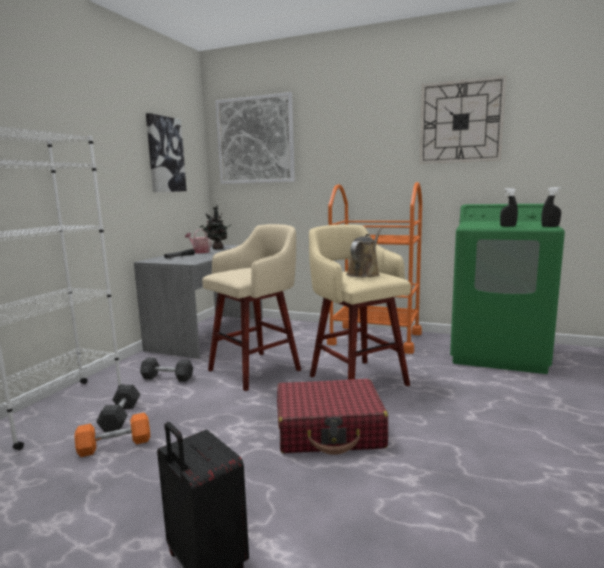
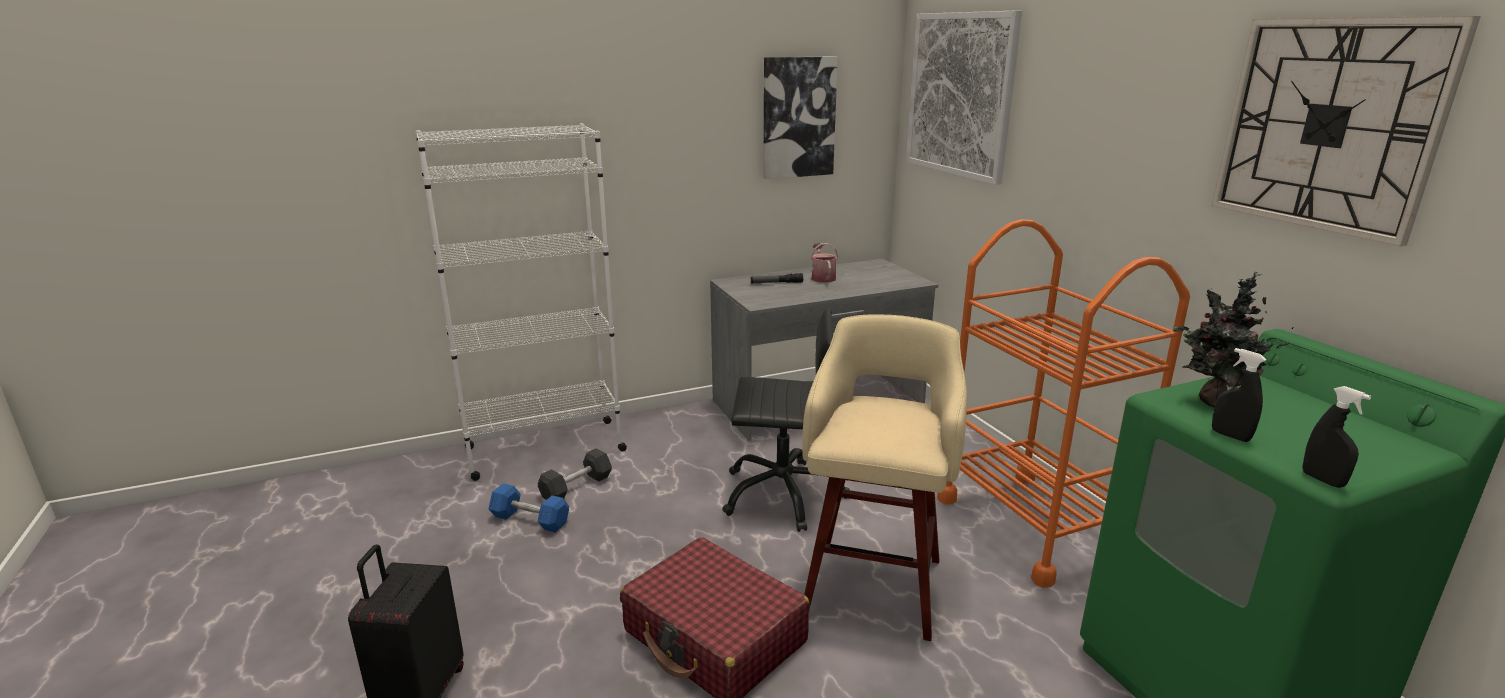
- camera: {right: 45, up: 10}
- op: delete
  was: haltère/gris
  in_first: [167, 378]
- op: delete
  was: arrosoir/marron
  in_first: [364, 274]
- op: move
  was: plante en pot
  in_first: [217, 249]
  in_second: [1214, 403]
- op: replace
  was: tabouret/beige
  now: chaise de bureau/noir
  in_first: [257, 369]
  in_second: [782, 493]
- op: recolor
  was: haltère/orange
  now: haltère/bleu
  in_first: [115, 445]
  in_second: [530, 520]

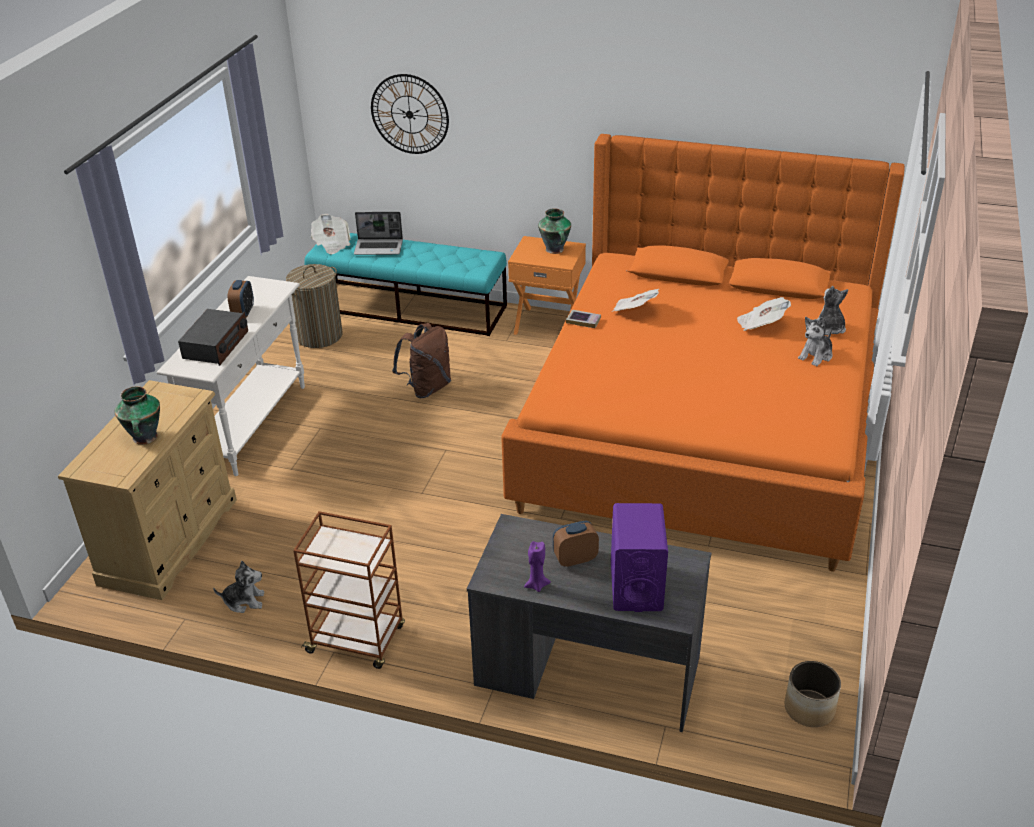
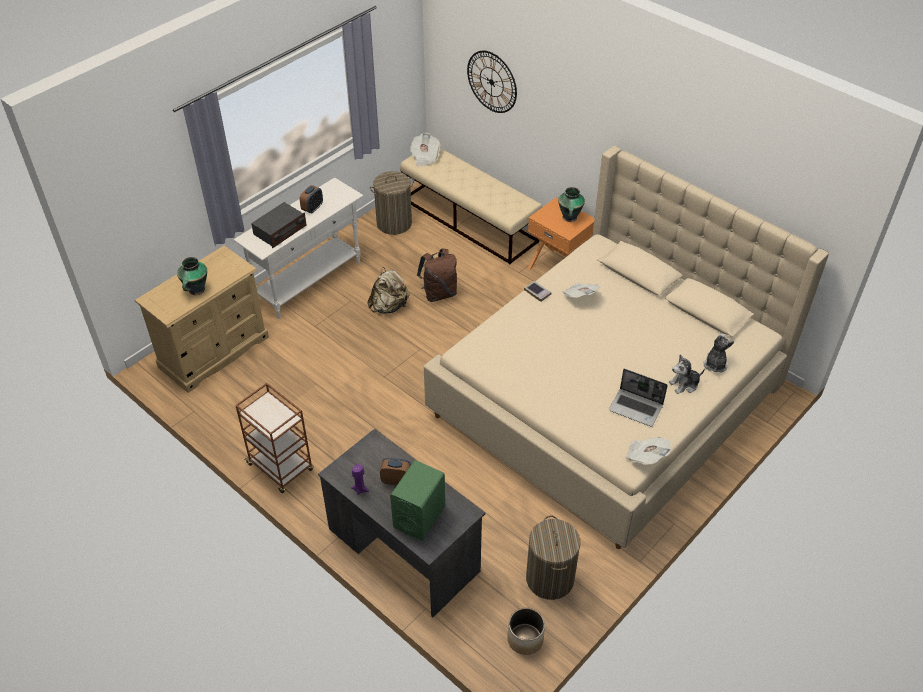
- camera: {right: 25, up: 10}
- op: delete
  was: peluche
  in_first: [244, 601]
- op: insert
  now: sac à dos/beige
  in_second: [389, 306]
- op: insert
  now: panier à linge
  in_second: [550, 579]
- op: move
  was: ordinateur portable
  in_first: [379, 248]
  in_second: [636, 408]
- op: move
  was: journal
  in_first: [761, 325]
  in_second: [646, 456]
- op: recolor
  was: banc/turquoise
  now: banc/beige
  in_first: [410, 308]
  in_second: [469, 220]
- op: recolor
  was: lit/orange
  now: lit/beige
  in_first: [703, 429]
  in_second: [609, 399]
- op: recolor
  was: enceinte/violet
  now: enceinte/vert
  in_first: [636, 586]
  in_second: [419, 516]

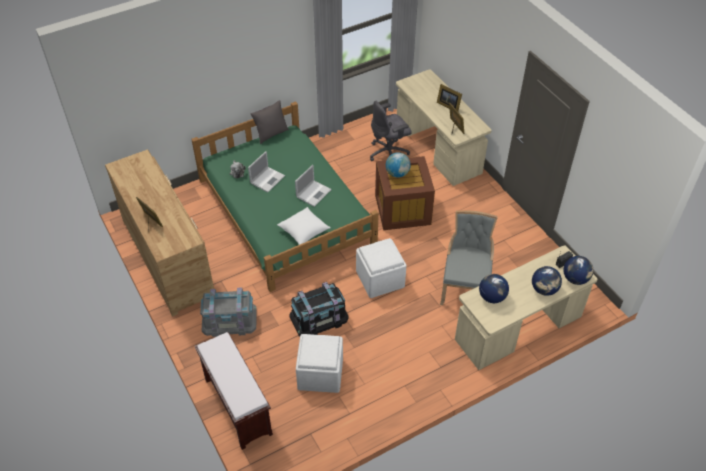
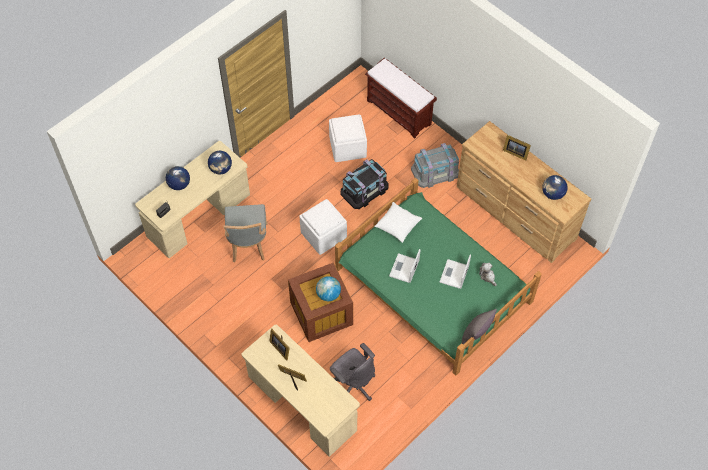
- camera: {right: 165, up: 10}
- op: move
  was: globe
  in_first: [575, 279]
  in_second: [552, 194]
- op: rotate
  was: chaise de bureau/gris
  in_first: [389, 153]
  in_second: [353, 384]
  clockwise: 90

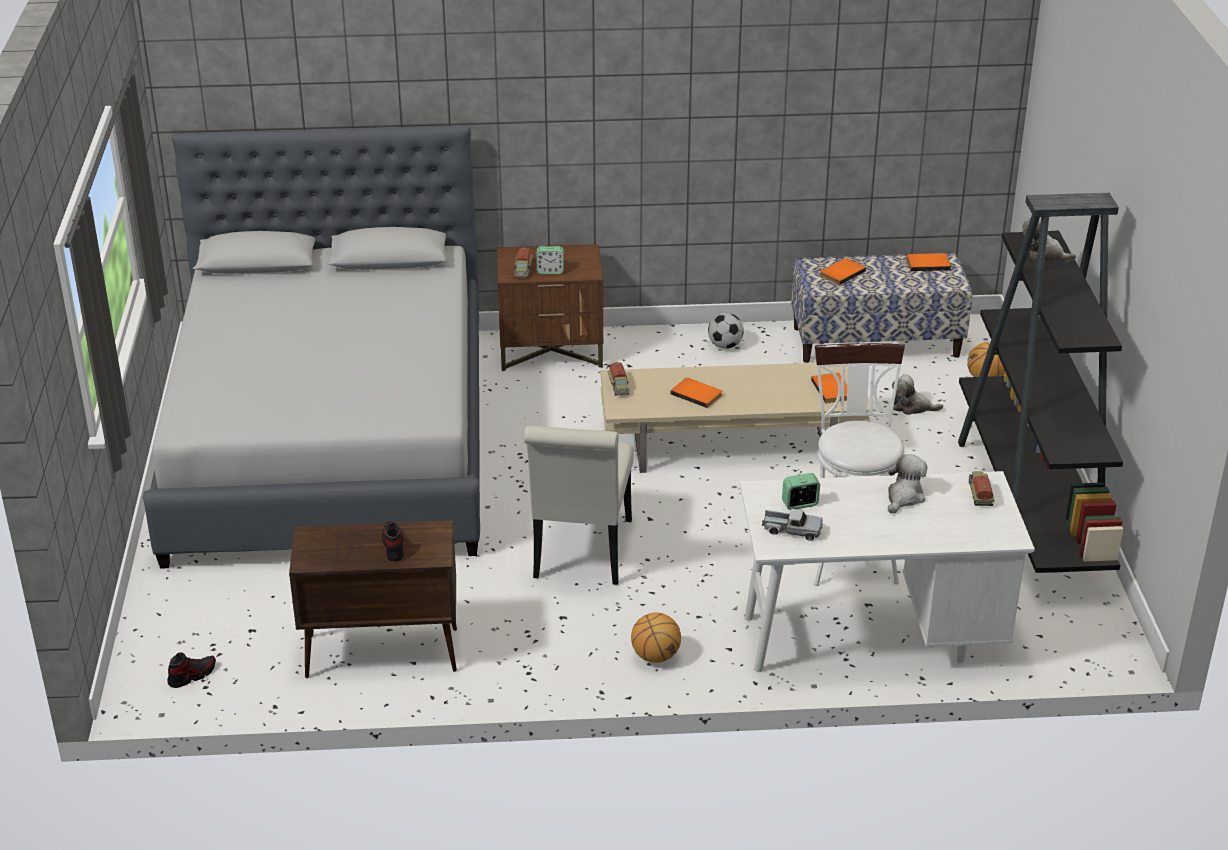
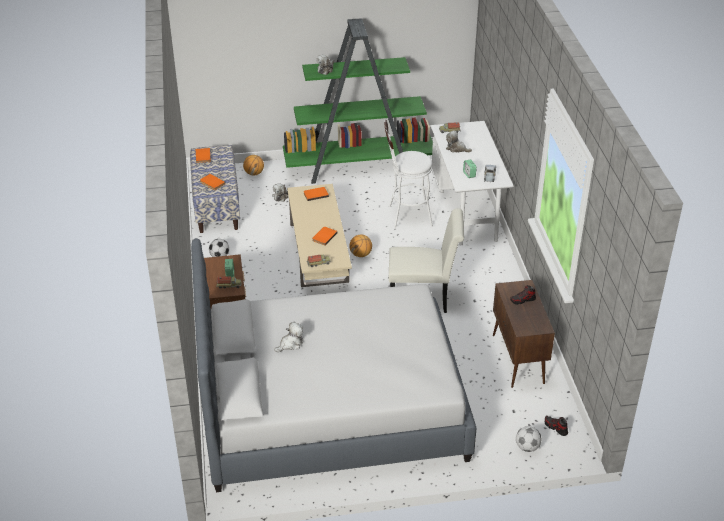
- camera: {right: -95, up: 5}
- op: insert
  now: peluche
  in_second: [290, 344]
- op: insert
  now: ballon de foot
  in_second: [527, 447]
- op: move
  was: ballon de basket
  in_first: [655, 656]
  in_second: [360, 254]
- op: recolor
  was: bibliothèque/noir
  now: bibliothèque/vert
  in_first: [1029, 504]
  in_second: [359, 167]

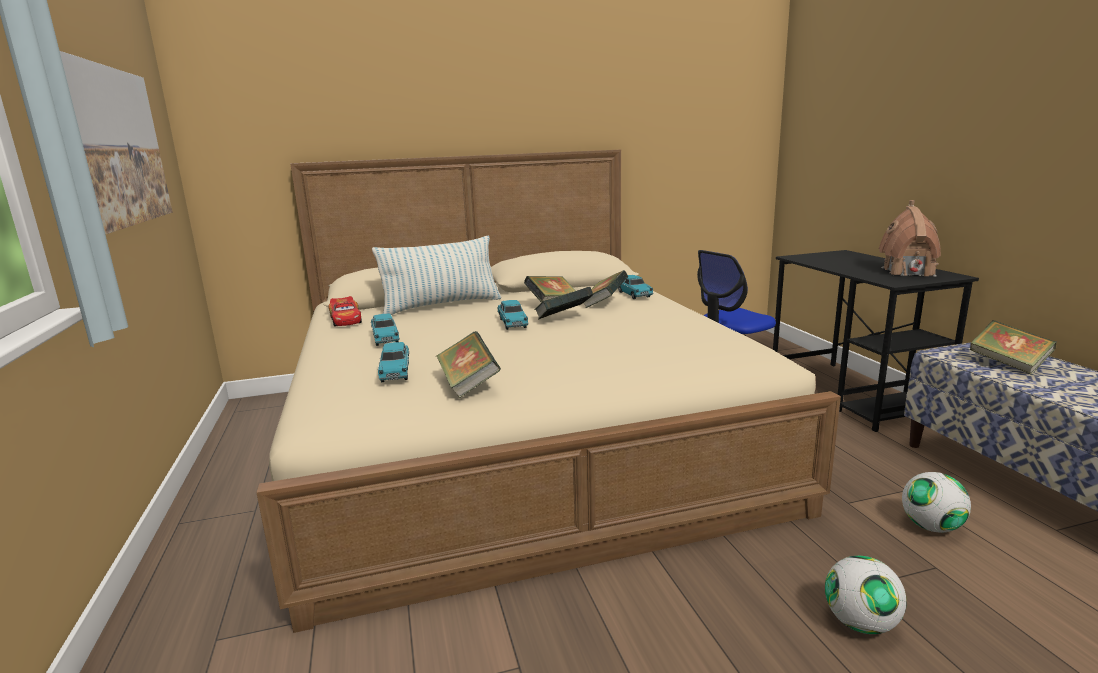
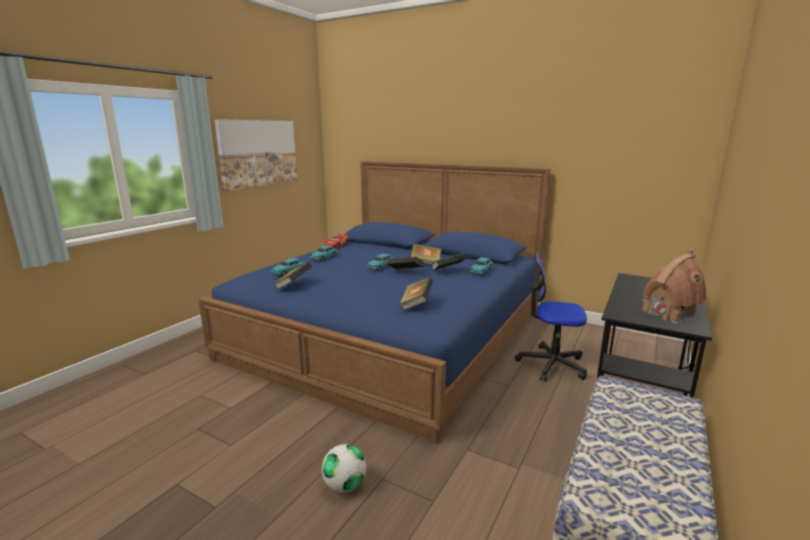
- camera: {right: 45, up: 0}
- op: delete
  was: coussin
  in_first: [442, 305]
- op: delete
  was: ballon de foot
  in_first: [931, 527]
- op: move
  was: livre
  in_first: [1008, 364]
  in_second: [416, 305]
- op: recolor
  was: lit/beige
  now: lit/bleu
  in_first: [517, 436]
  in_second: [390, 334]

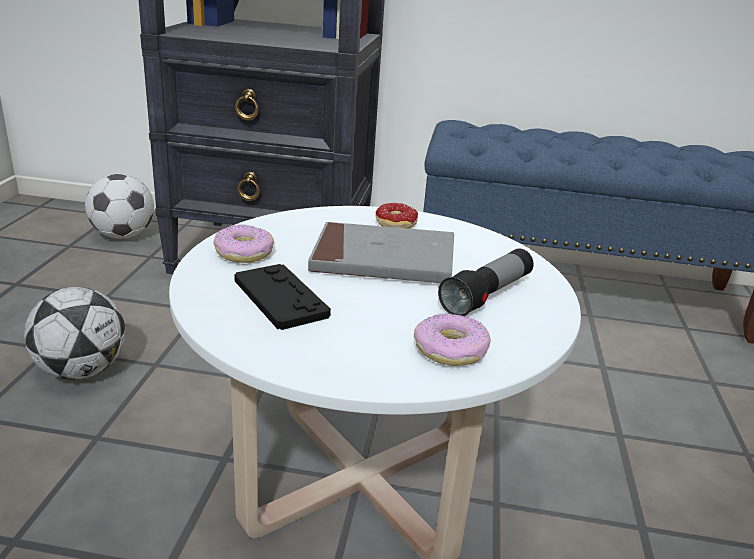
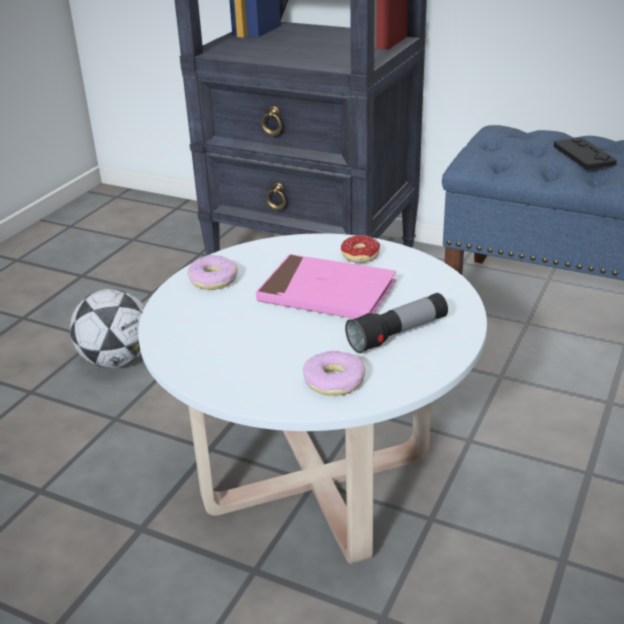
- camera: {right: 20, up: 5}
- op: delete
  was: ballon de foot
  in_first: [123, 235]
- op: move
  was: manette/noir
  in_first: [280, 298]
  in_second: [583, 155]
- op: recolor
  was: livre/gris
  now: livre/rose
  in_first: [383, 260]
  in_second: [327, 293]

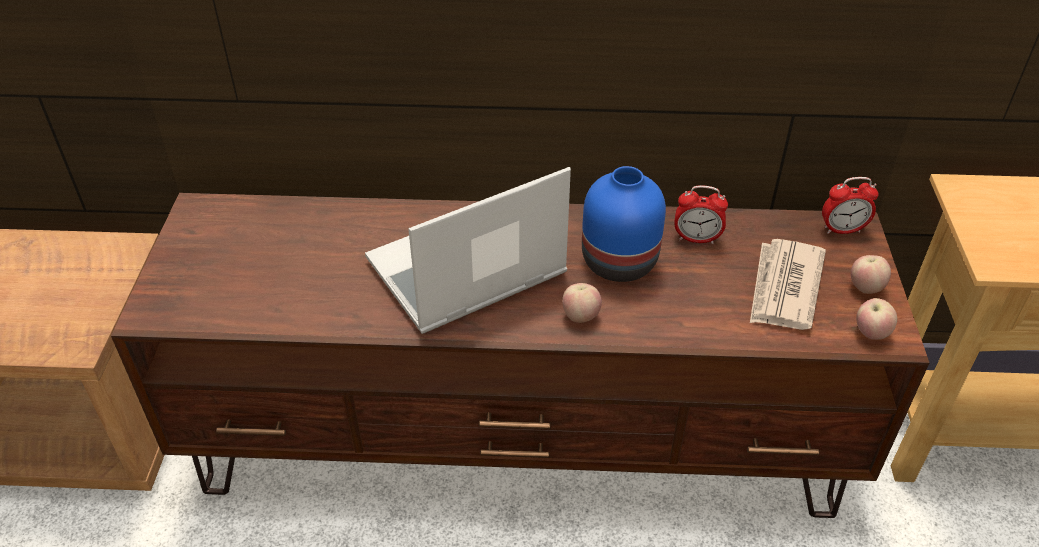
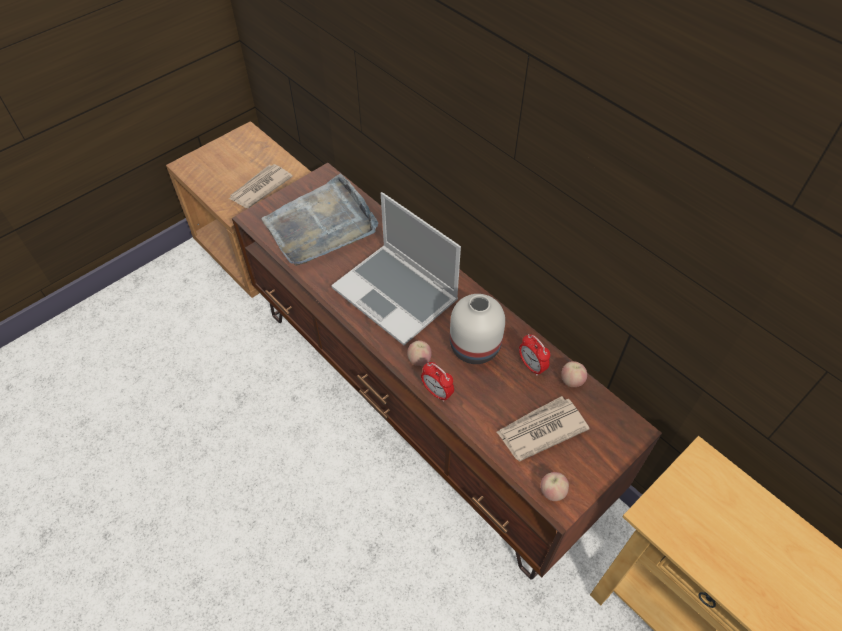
- camera: {right: 45, up: 10}
- op: insert
  now: journal
  in_second: [260, 188]
- op: insert
  now: plateau/gris
  in_second: [321, 225]
- op: move
  was: réveil
  in_first: [842, 230]
  in_second: [437, 392]
- op: move
  was: pomme
  in_first: [865, 288]
  in_second: [571, 381]
- op: recolor
  was: vase/bleu
  now: vase/blanc
  in_first: [621, 262]
  in_second: [475, 348]
- op: rotate
  was: ordinateur portable
  in_first: [465, 271]
  in_second: [397, 295]
  clockwise: -150

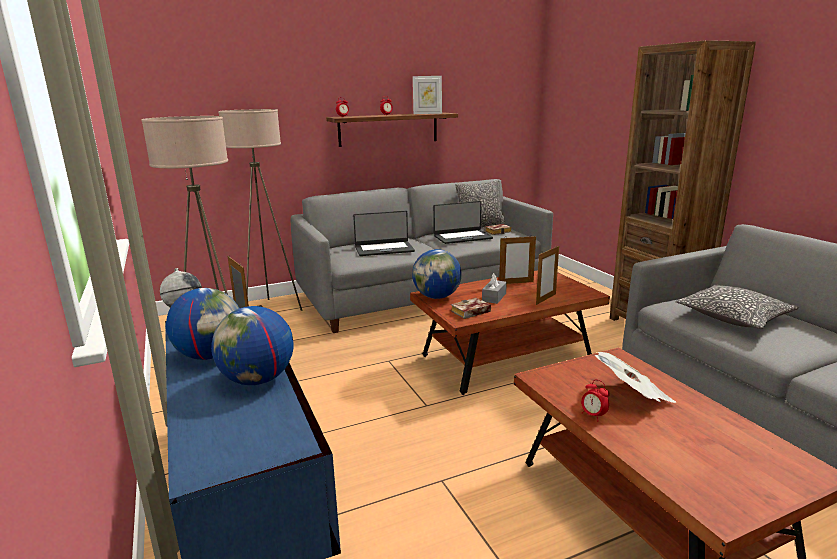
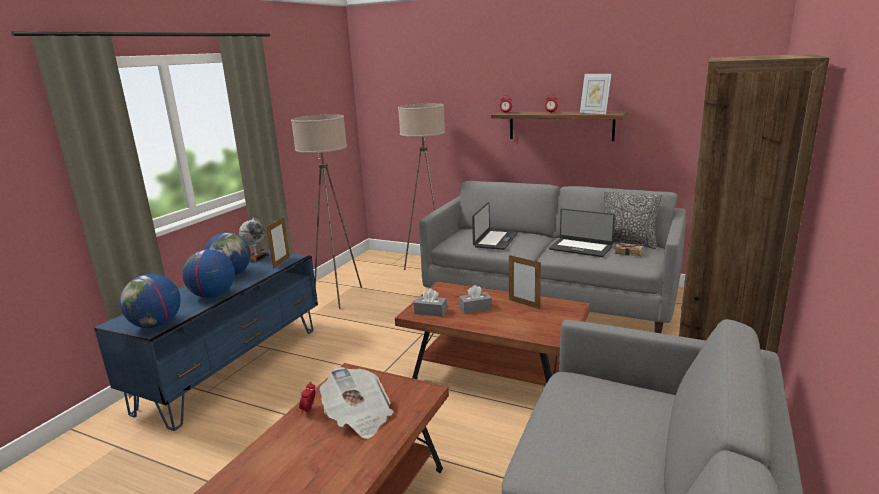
- camera: {right: 50, up: 0}
- op: delete
  was: cadre photo
  in_first: [546, 299]
- op: delete
  was: coussin
  in_first: [733, 317]
- op: move
  was: globe
  in_first: [437, 297]
  in_second: [156, 325]
- op: replace
  was: livre
  now: boîte à mouchoirs/gris
  in_first: [470, 312]
  in_second: [430, 312]
- op: rotate
  was: ordinateur portable
  in_first: [384, 249]
  in_second: [495, 240]
  clockwise: -105

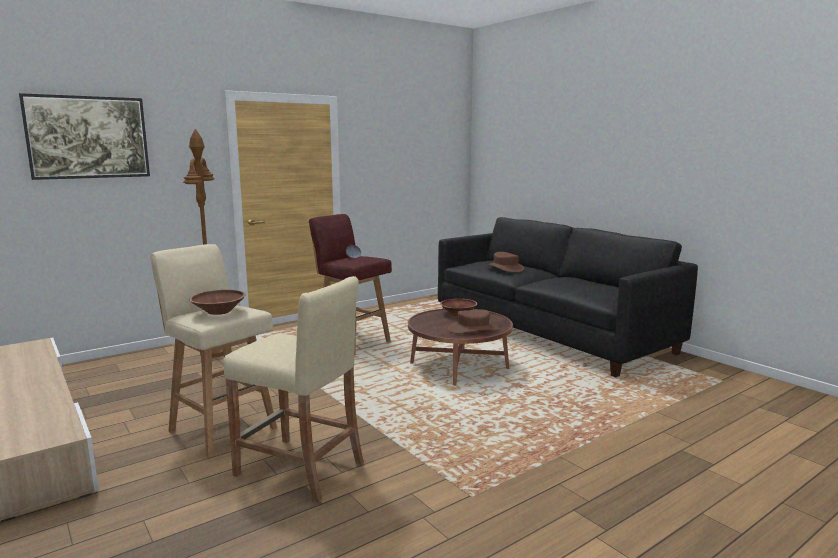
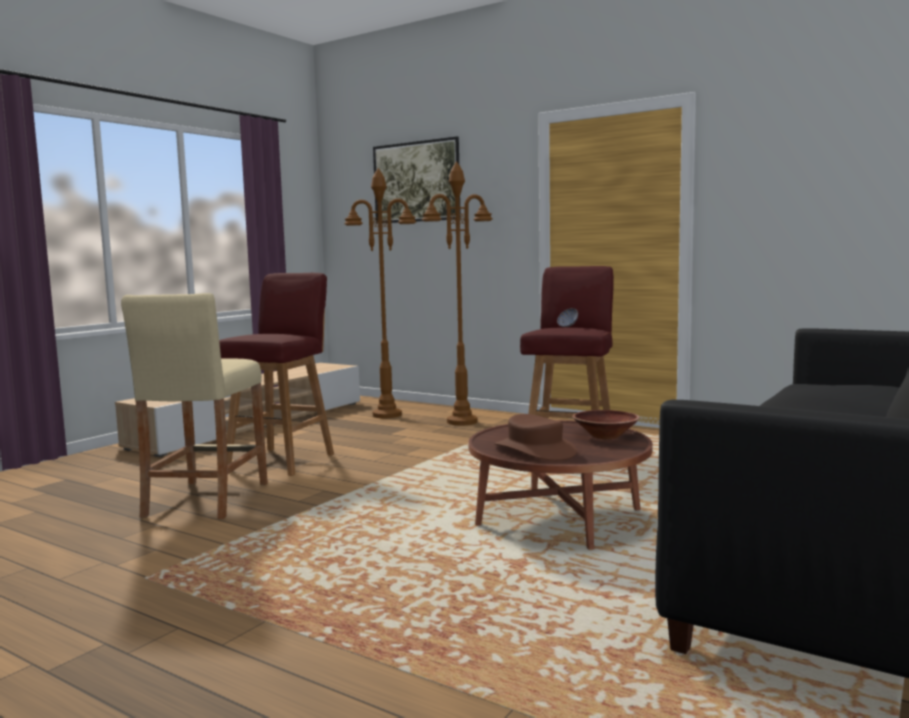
- camera: {right: 70, up: -5}
- op: delete
  was: bol/marron
  in_first: [219, 312]
- op: delete
  was: chapeau/marron
  in_first: [505, 268]
- op: insert
  now: lampadaire/marron
  in_second: [387, 415]
- op: recolor
  was: tabouret/beige
  now: tabouret/rouge
  in_first: [222, 428]
  in_second: [282, 461]

